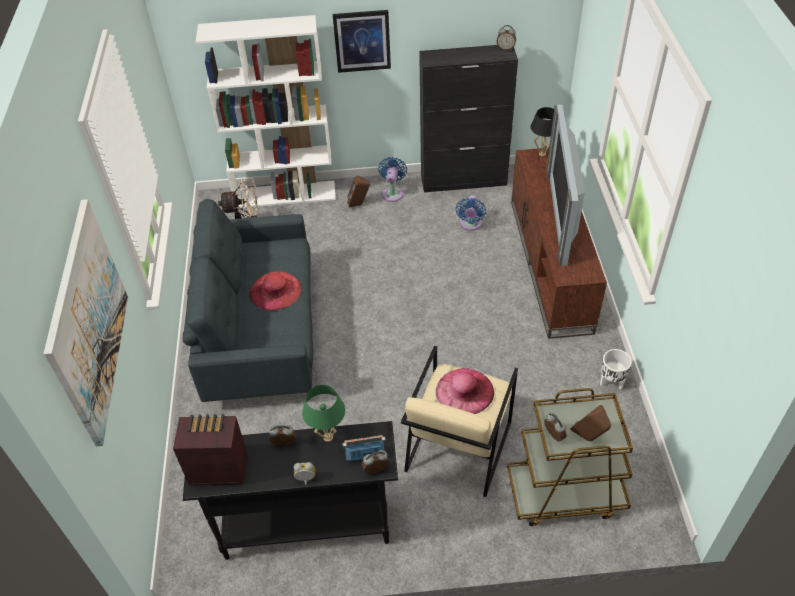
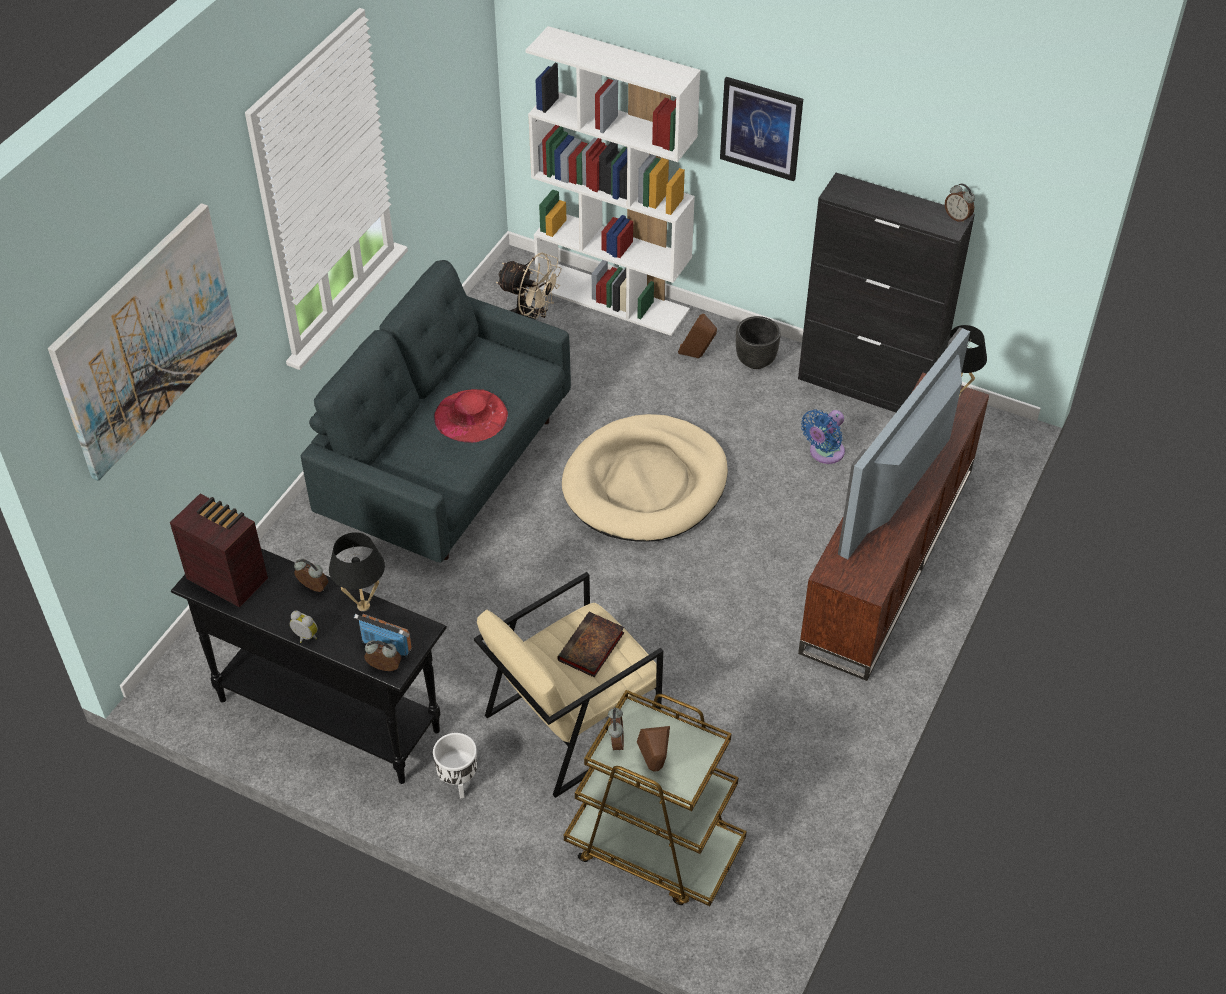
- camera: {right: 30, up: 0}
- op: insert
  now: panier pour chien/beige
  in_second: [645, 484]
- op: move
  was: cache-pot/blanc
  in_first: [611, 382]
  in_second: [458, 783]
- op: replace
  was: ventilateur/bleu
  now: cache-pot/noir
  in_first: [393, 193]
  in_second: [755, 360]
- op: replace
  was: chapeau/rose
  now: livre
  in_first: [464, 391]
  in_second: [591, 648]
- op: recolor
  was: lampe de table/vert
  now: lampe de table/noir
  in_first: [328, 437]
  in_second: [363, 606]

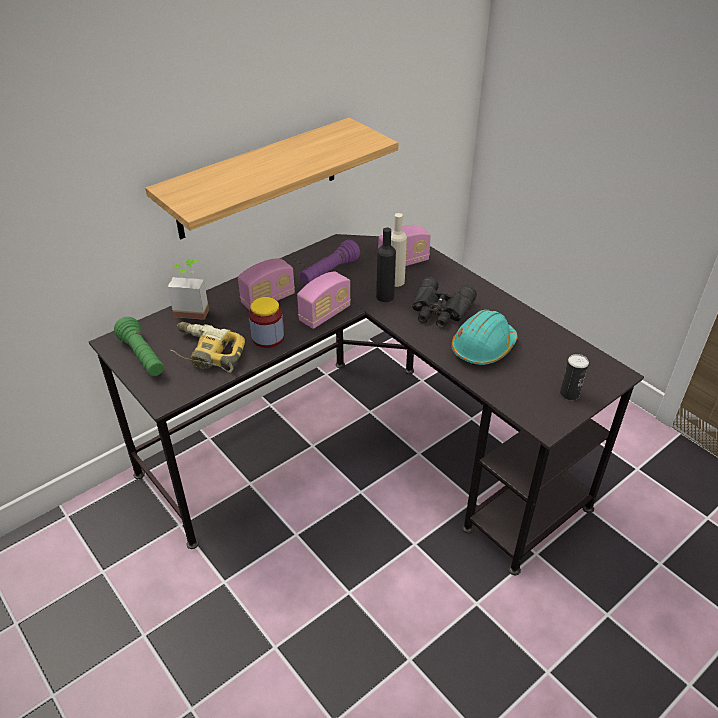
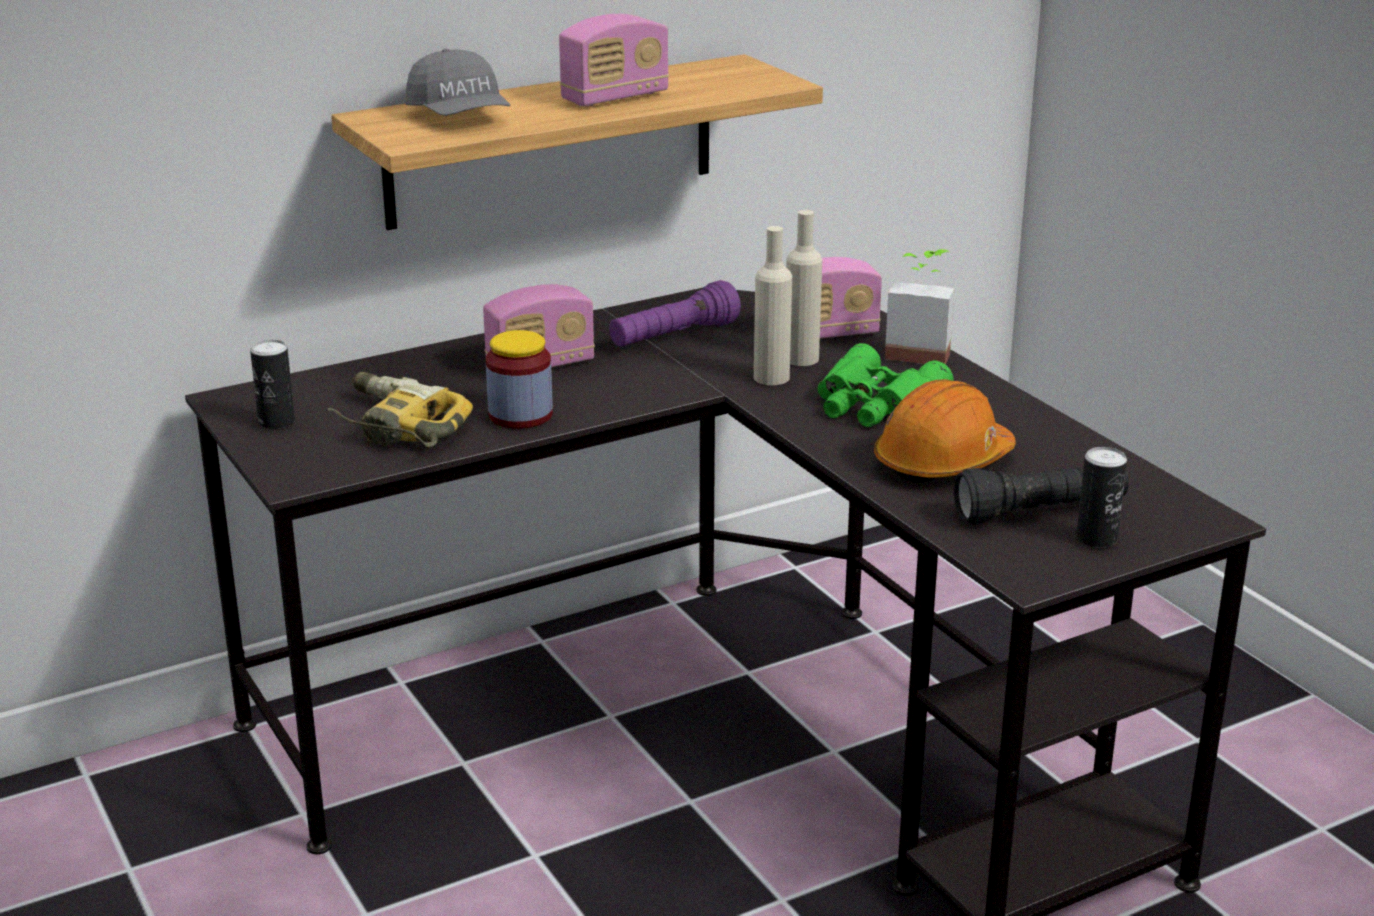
- camera: {right: 10, up: -15}
- op: insert
  now: casquette/gris
  in_second: [460, 116]
- op: insert
  now: lampe de poche/noir
  in_second: [1040, 512]
- op: move
  was: plante en pot
  in_first: [193, 309]
  in_second: [919, 352]
- op: move
  was: radio
  in_first: [325, 314]
  in_second: [615, 97]
- op: replace
  was: lampe de poche/vert
  now: boîte métallique
  in_first: [142, 357]
  in_second: [276, 422]
- op: recolor
  was: bouteille/noir
  now: bouteille/beige
  in_first: [385, 296]
  in_second: [771, 378]
- op: recolor
  was: jumelles/noir
  now: jumelles/vert
  in_first: [440, 310]
  in_second: [875, 404]
- op: recolor
  was: casque de chantier/turquoise
  now: casque de chantier/orange
  in_first: [483, 348]
  in_second: [942, 462]

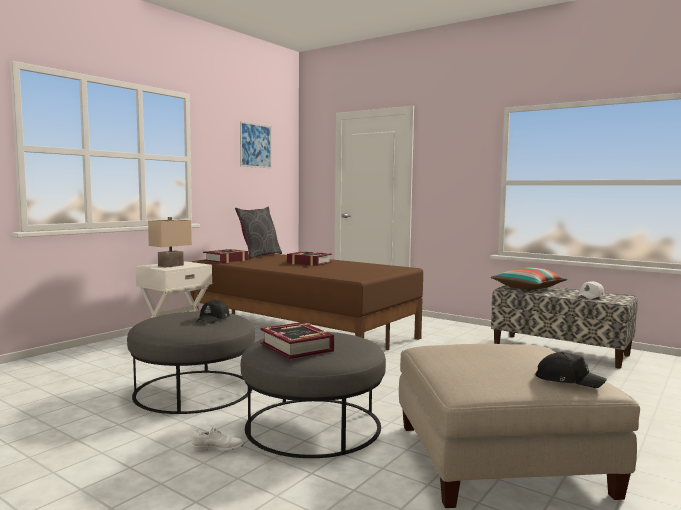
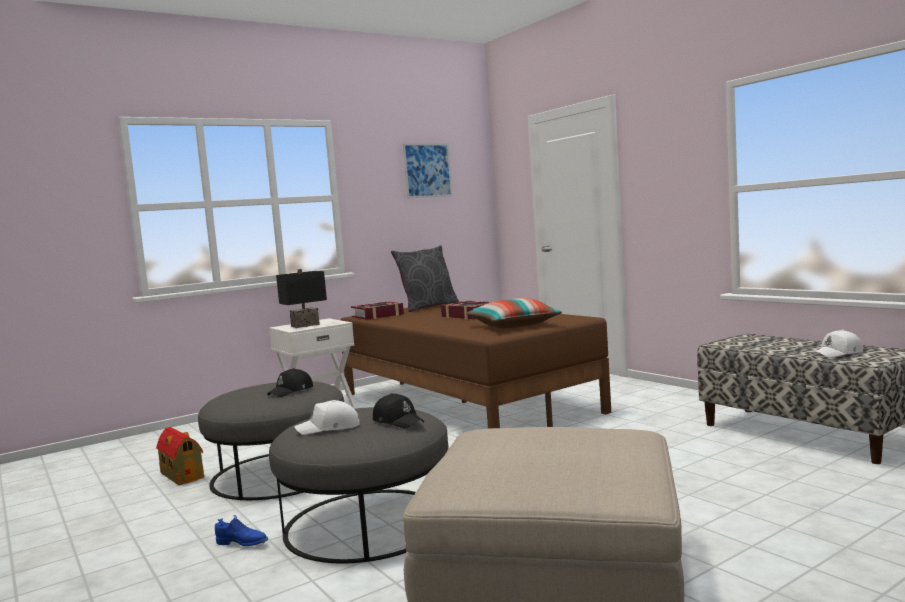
- camera: {right: 20, up: 0}
- op: insert
  now: maison miniature
  in_second: [181, 475]
- op: move
  was: coussin
  in_first: [528, 288]
  in_second: [513, 326]
- op: move
  was: casquette/noir
  in_first: [568, 380]
  in_second: [398, 421]
- op: replace
  was: livre
  now: casquette/blanc
  in_first: [297, 347]
  in_second: [329, 428]
- op: recolor
  was: lampe de table/beige
  now: lampe de table/noir
  in_first: [170, 265]
  in_second: [305, 325]
- op: recolor
  was: chaussure/blanc
  now: chaussure/bleu
  in_first: [218, 449]
  in_second: [242, 543]

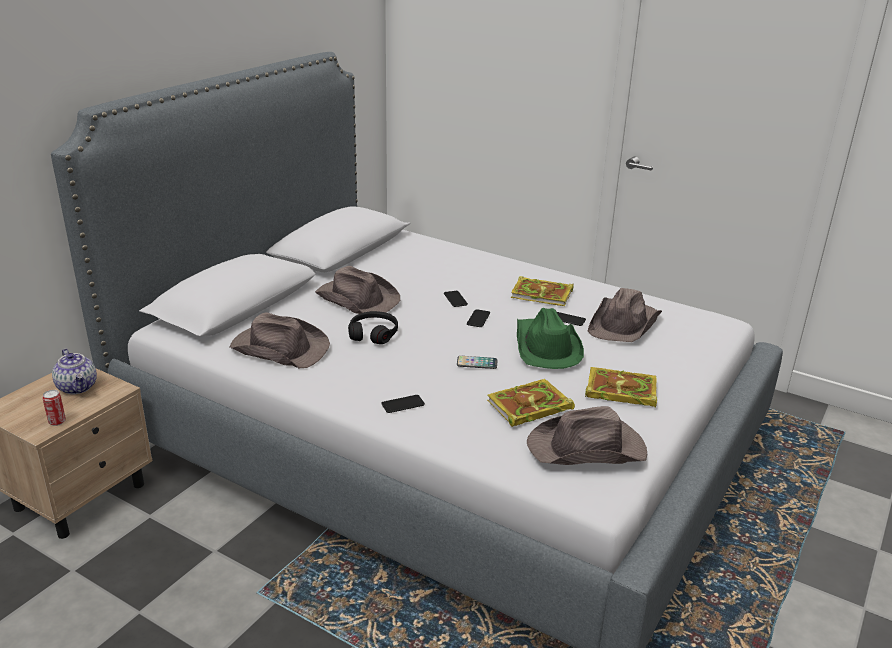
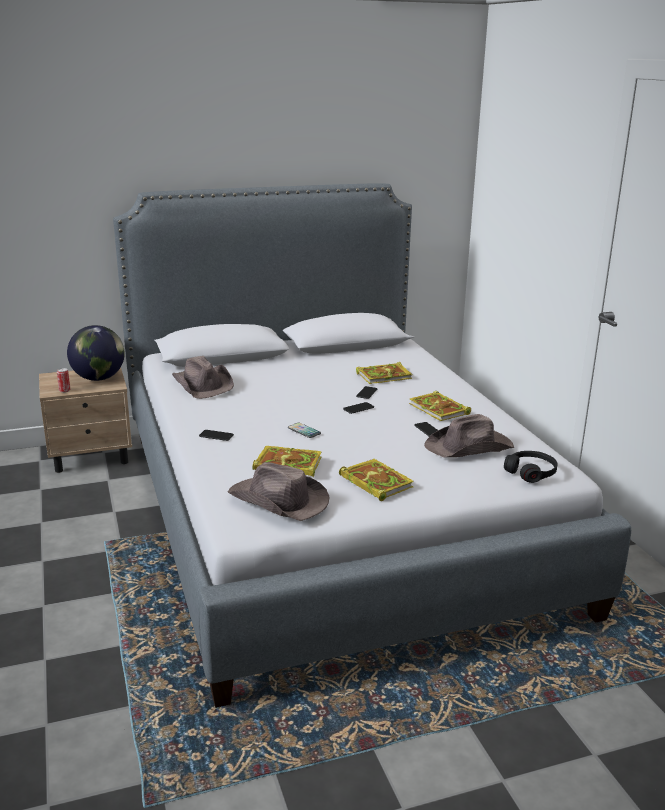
- camera: {right: 40, up: -5}
- op: delete
  was: chapeau/marron
  in_first: [357, 299]
- op: delete
  was: chapeau/vert
  in_first: [546, 346]
- op: insert
  now: livre
  in_second: [385, 376]
- op: move
  was: casque audio/noir
  in_first: [373, 334]
  in_second: [531, 472]
- op: replace
  was: théière
  now: globe
  in_first: [78, 387]
  in_second: [99, 378]

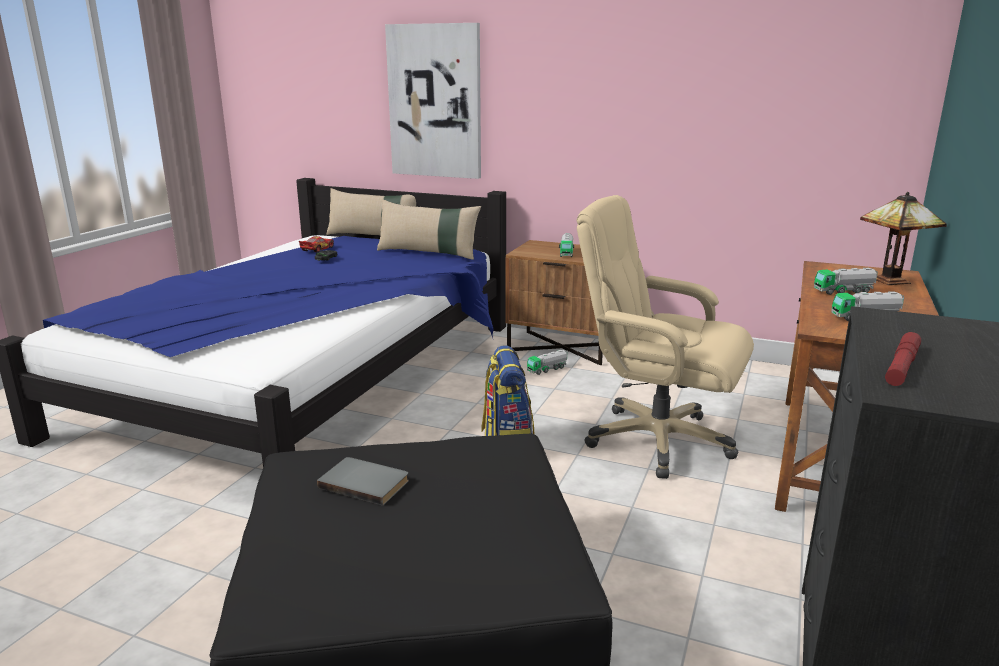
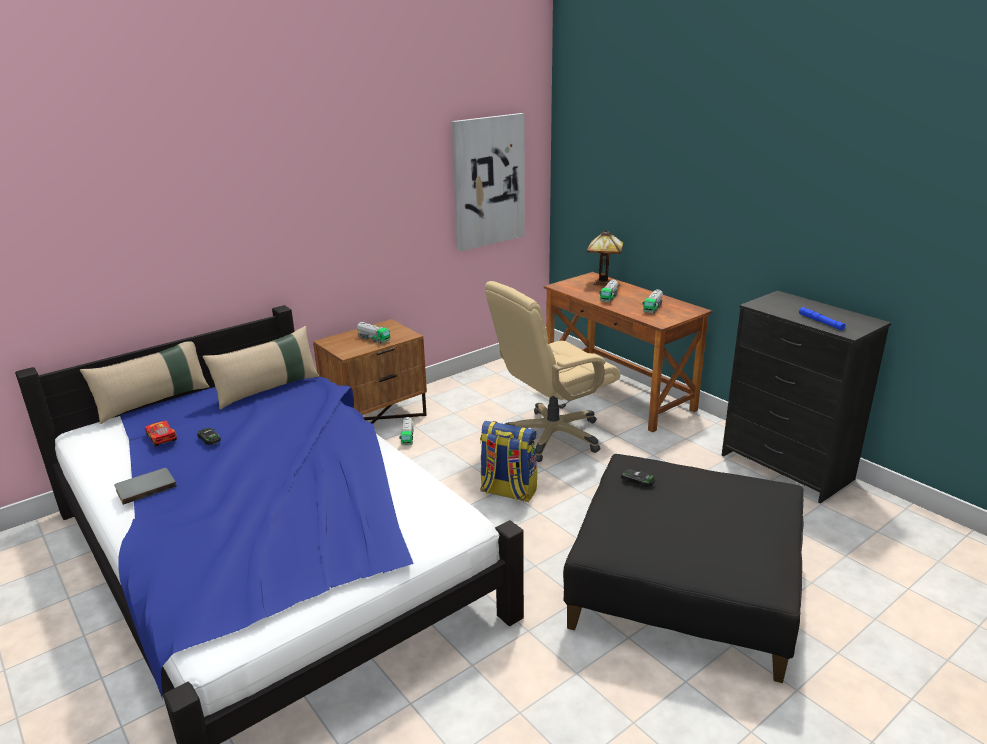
- camera: {right: -60, up: 5}
- op: insert
  now: petite voiture
  in_second: [637, 480]
- op: move
  was: livre/gris
  in_first: [365, 482]
  in_second: [145, 487]
- op: move
  was: tableau
  in_first: [435, 102]
  in_second: [488, 181]
- op: recolor
  was: lampe de poche/rouge
  now: lampe de poche/bleu
  in_first: [902, 366]
  in_second: [821, 322]

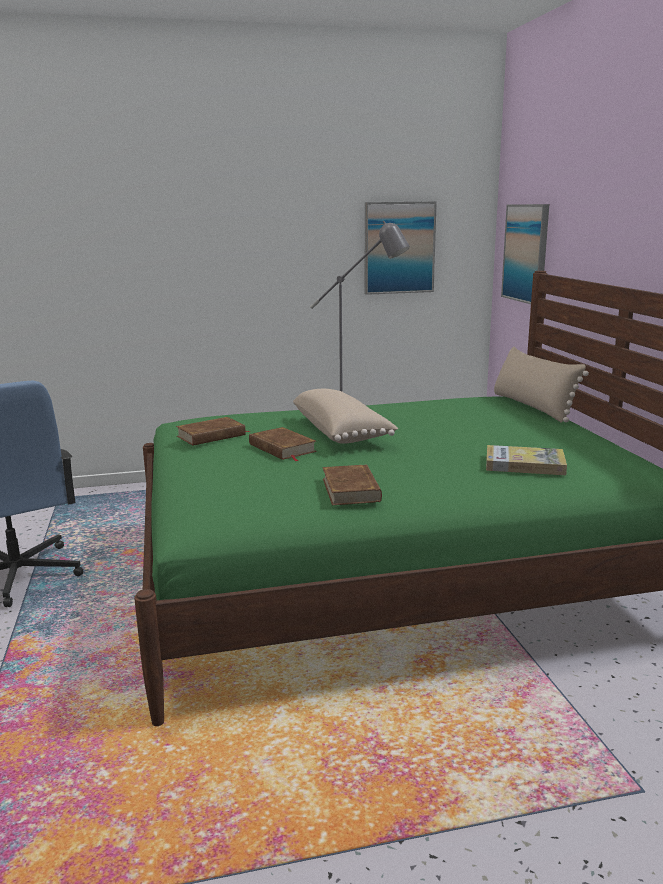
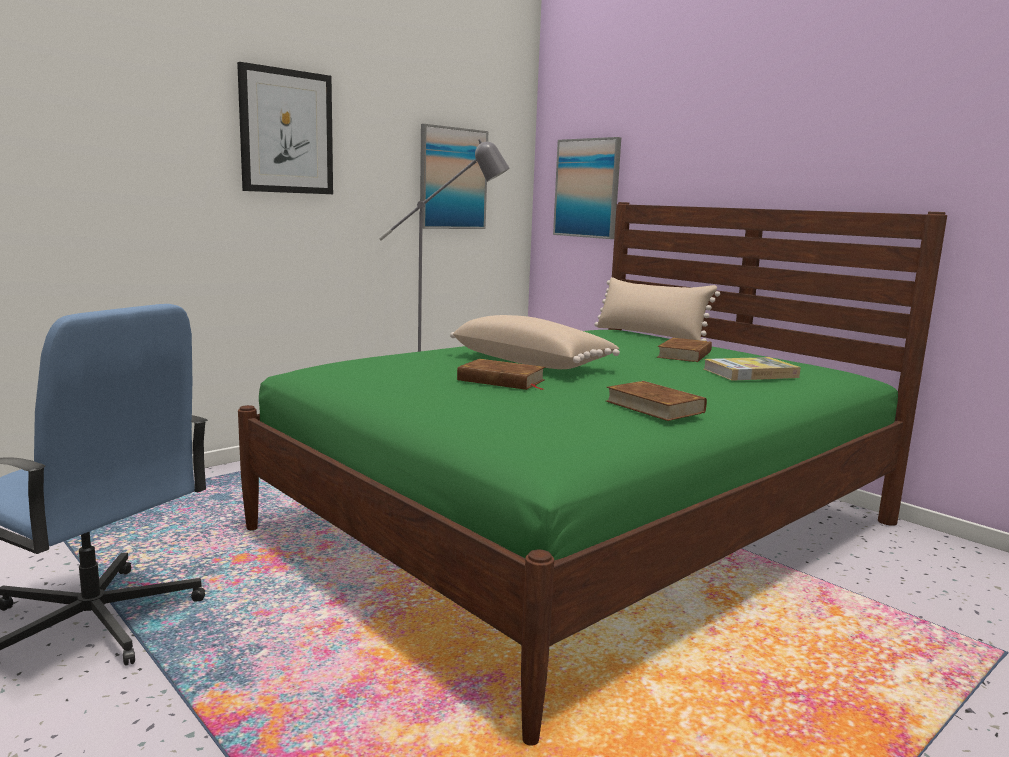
- camera: {right: -30, up: -5}
- op: insert
  now: tableau
  in_second: [286, 132]
- op: move
  was: livre/marron
  in_first: [211, 436]
  in_second: [685, 355]

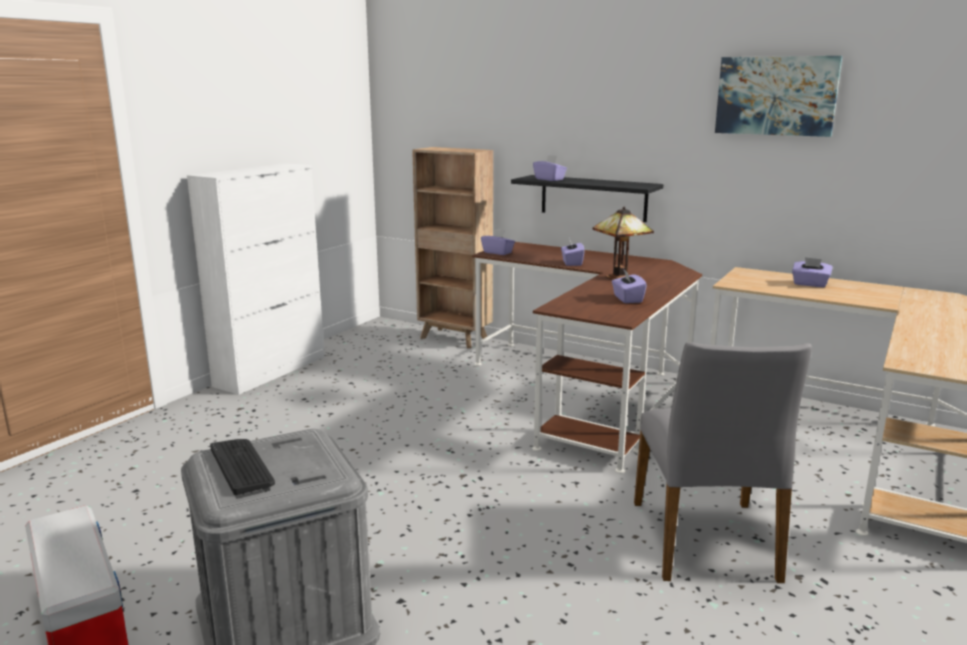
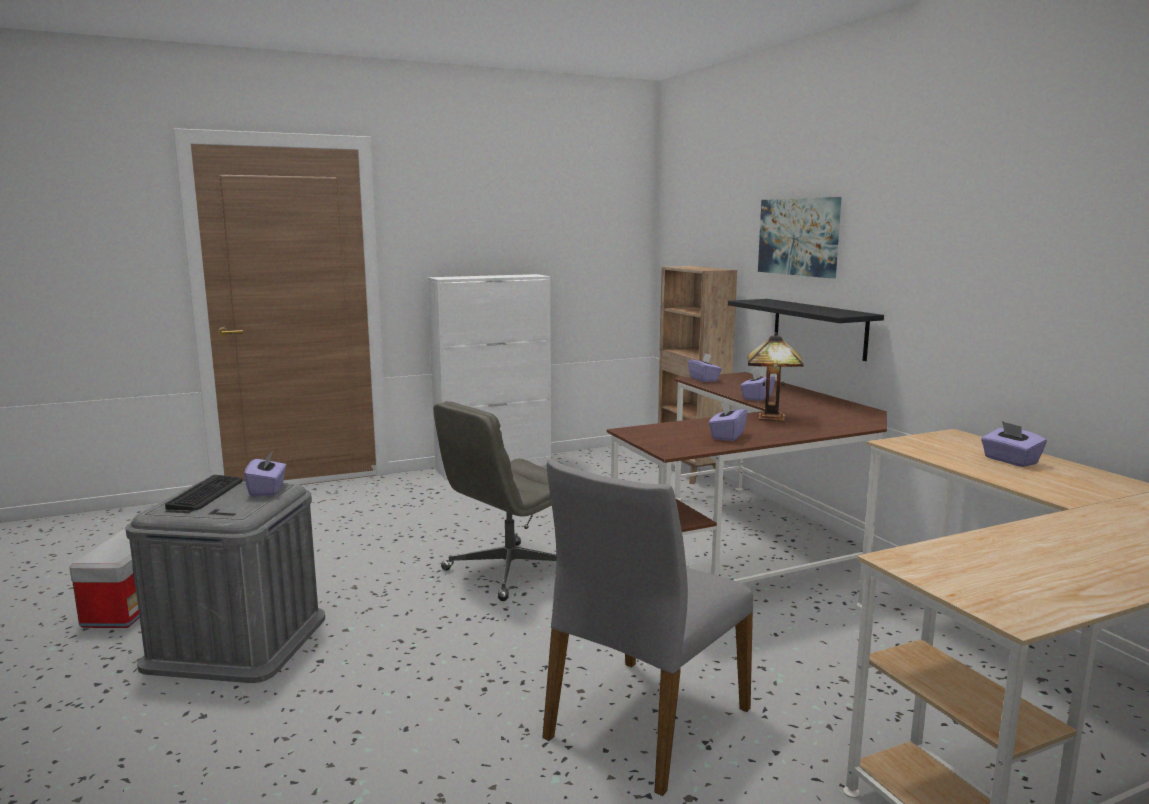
- camera: {right: 35, up: -5}
- op: insert
  now: chaise de bureau/gris
  in_second: [509, 571]
- op: move
  was: boîte à mouchoirs/violet
  in_first: [549, 179]
  in_second: [267, 490]
- op: move
  was: tableau
  in_first: [776, 96]
  in_second: [799, 237]

